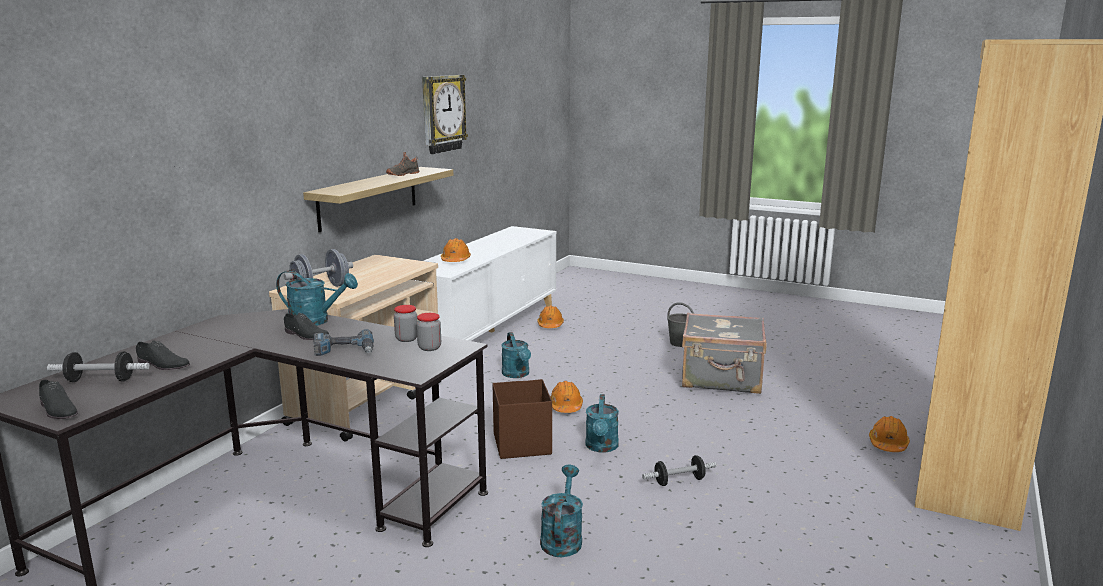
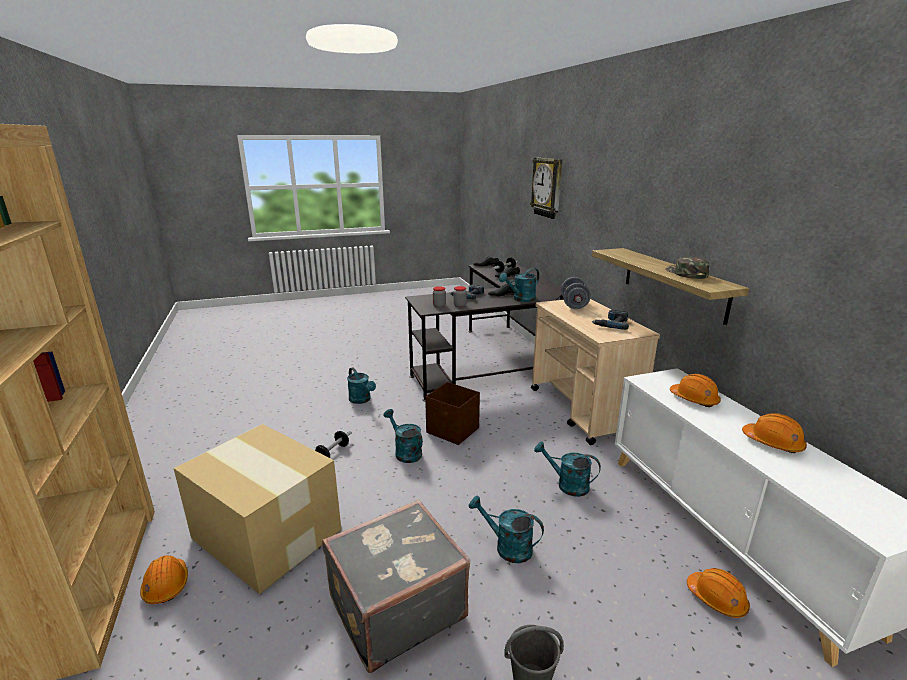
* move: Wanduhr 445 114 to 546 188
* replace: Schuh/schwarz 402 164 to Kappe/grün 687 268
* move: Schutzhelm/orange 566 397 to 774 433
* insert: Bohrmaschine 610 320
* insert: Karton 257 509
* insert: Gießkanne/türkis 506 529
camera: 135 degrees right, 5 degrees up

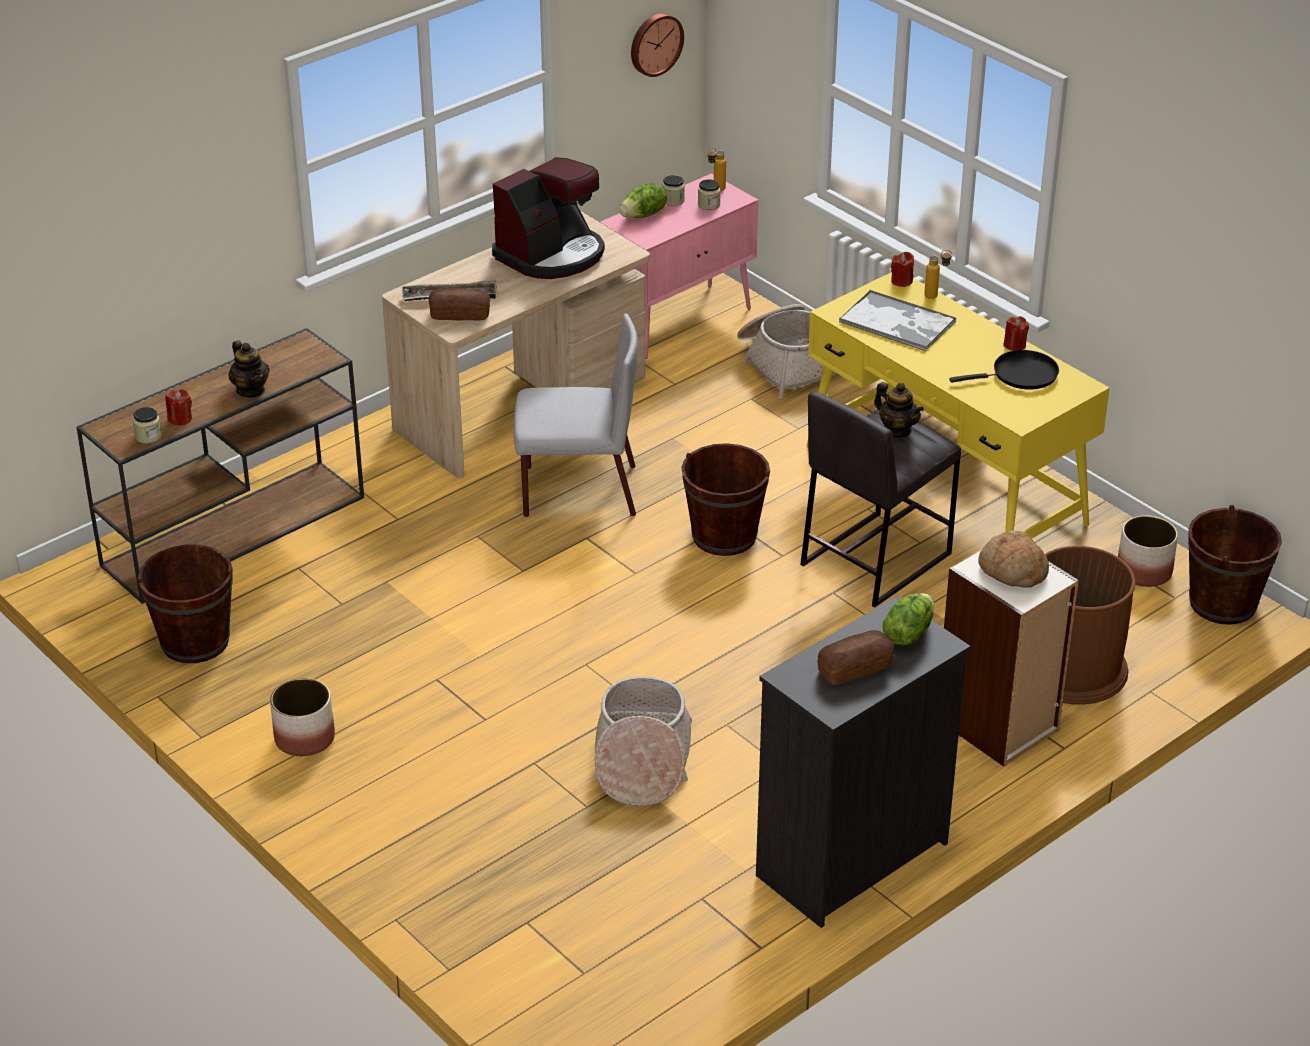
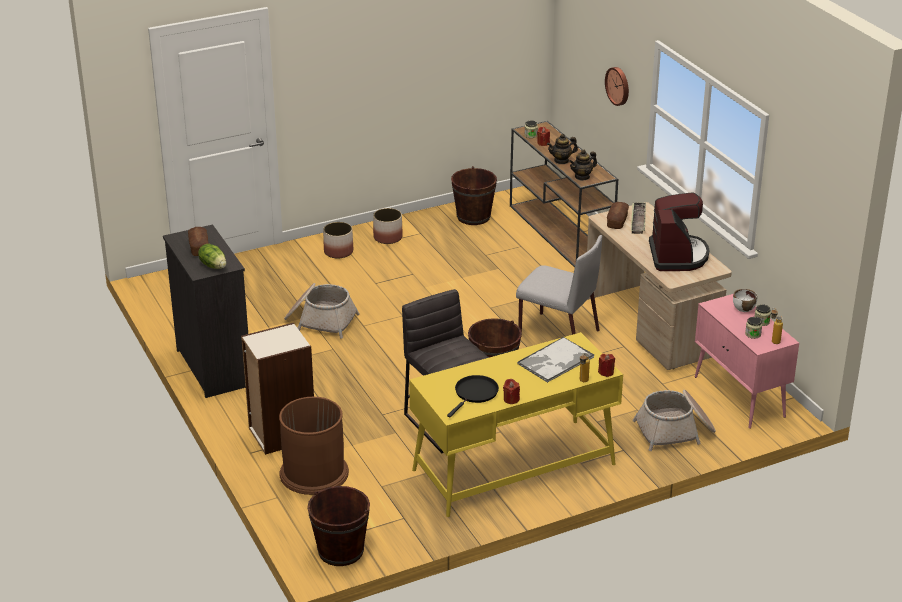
* move: Wanduhr 657 45 to 617 86
* rotate: Kaffeemaschine 548 218 = 679 231 150 degrees counterclockwise
* replace: Salatkopf 643 200 to Schüssel/weiß 745 300
* rotate: Stuhl/grau 576 415 = 559 286 75 degrees counterclockwise
* rotate: Pfanne/schwarz 1004 369 = 473 396 150 degrees counterclockwise
* move: Teekanne 899 409 to 583 165
* move: Pflanzkübel 1148 551 to 338 240
* delete: Brot 1013 559
camera: 105 degrees right, 5 degrees down

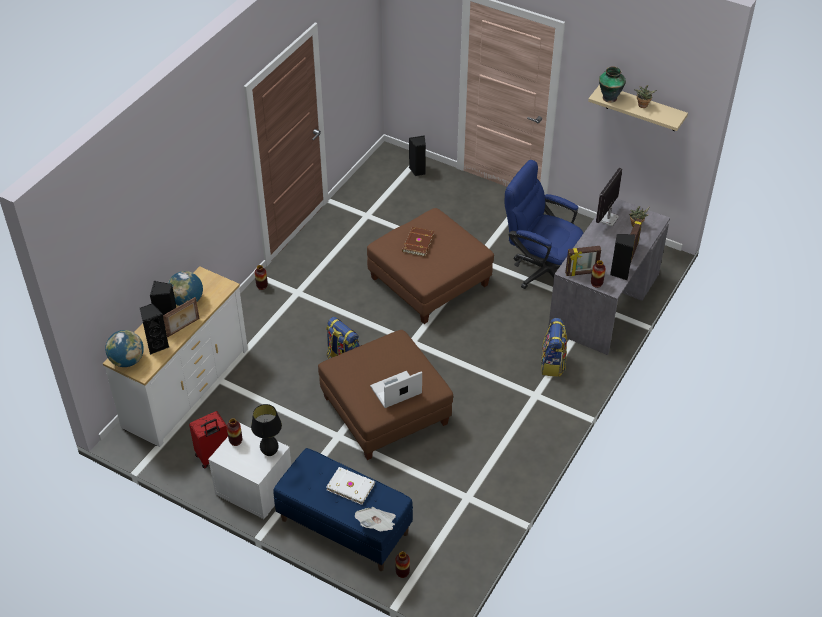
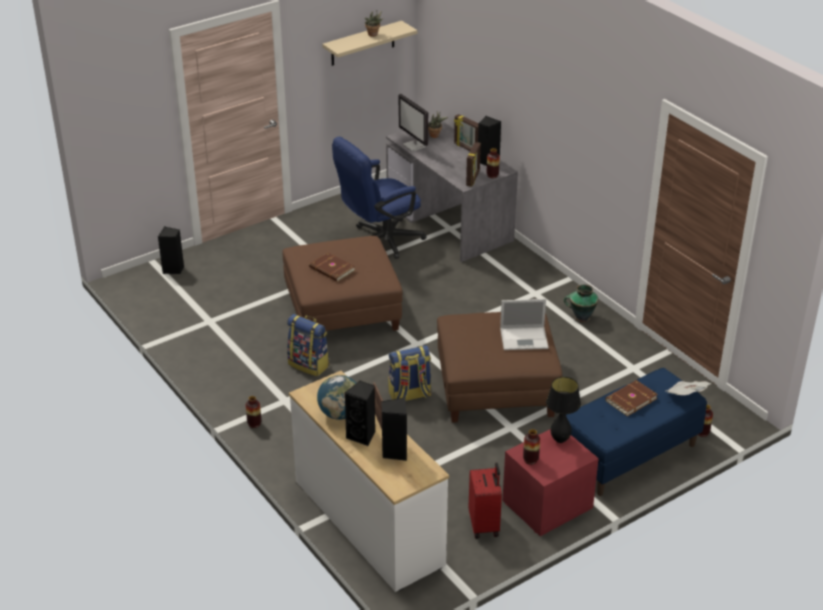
* move: Vase 612 84 to 581 303
* move: Rucksack 554 347 to 308 345
* delete: Globus 124 348
* rotate: Laptop 396 389 = 524 324 90 degrees counterclockwise
* recolor: Nachttisch/weiß 249 471 to Nachttisch/rot 550 482
* recolor: Buch/weiß 350 486 to Buch/braun 631 398
camera: 65 degrees left, 10 degrees down

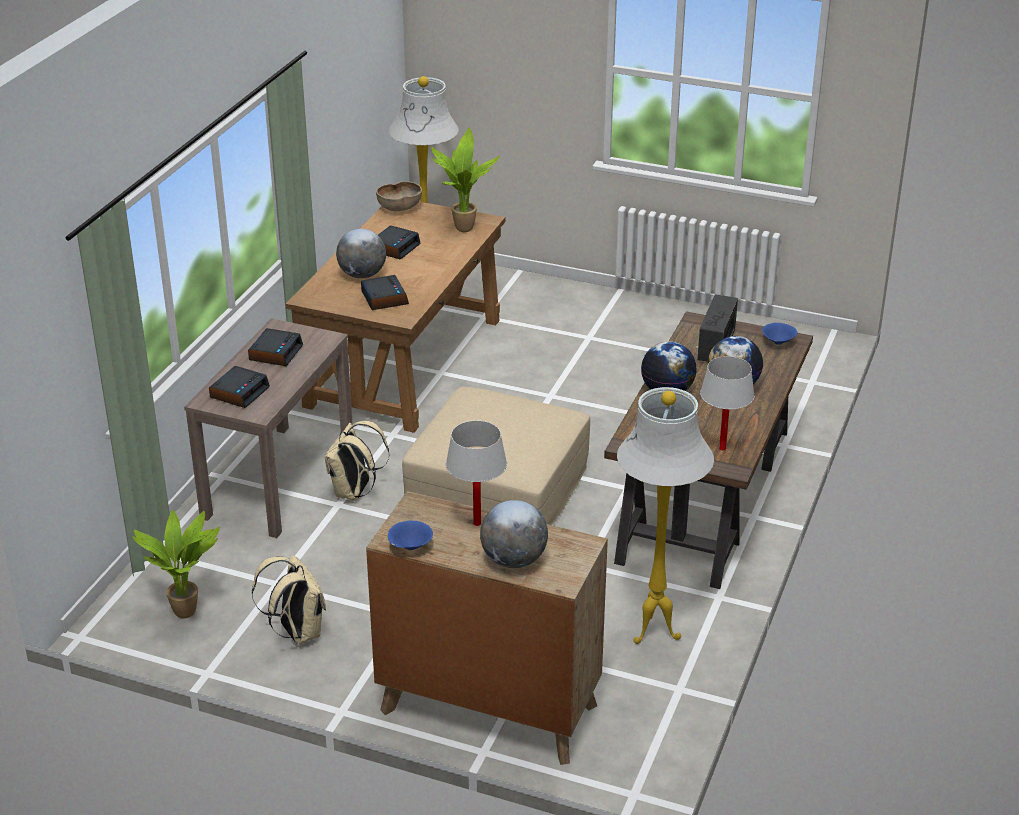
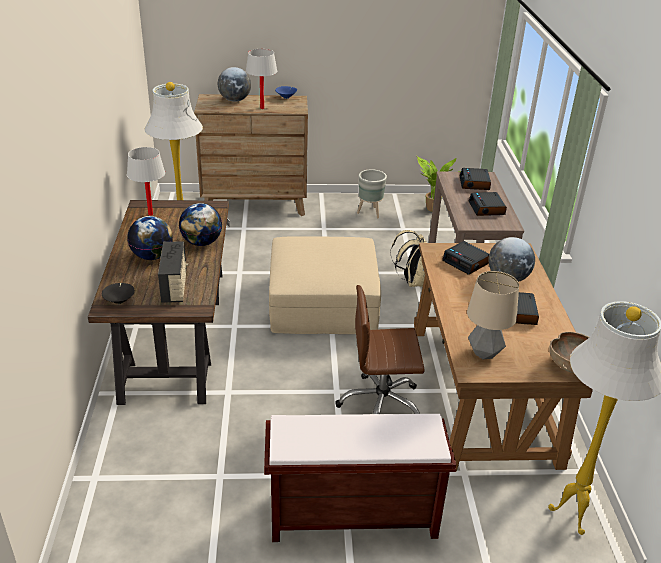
* replace: Topfpflanze 465 180 to Tischlampe 493 315
* recolor: Schüssel/blau 780 334 to Schüssel/schwarz 118 293
* replace: Rucksack/beige 289 599 to Pflanzkübel/grau 372 193
* insert: Bürostuhl/braun 380 349
* insert: Bank/braun 360 478
camera: 155 degrees right, 0 degrees up

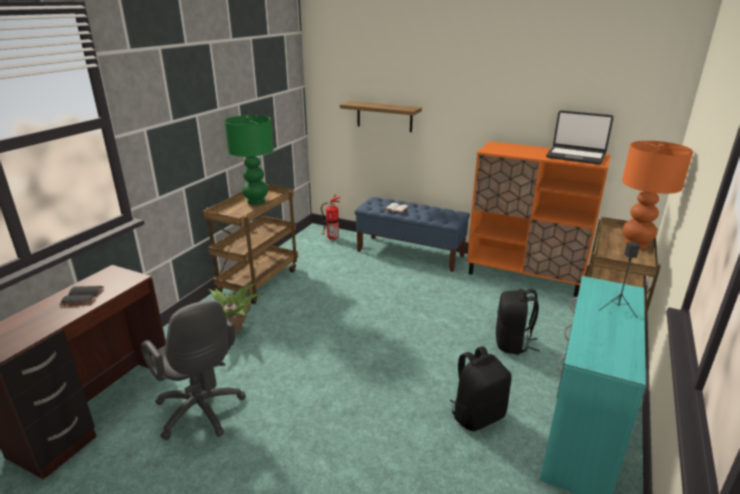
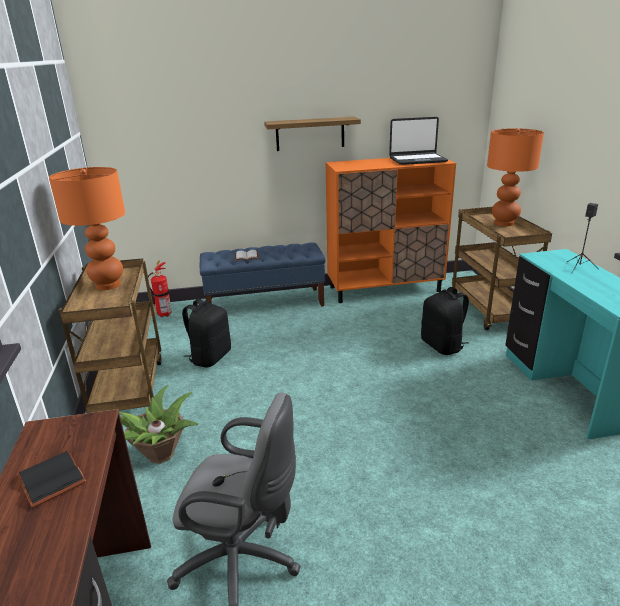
* move: Wandregal 381 116 to 312 134
* recolor: Tischlampe/grün 249 160 to Tischlampe/orange 87 228
* move: Rucksack/schwarz 481 388 to 206 333
camera: 35 degrees left, 0 degrees up

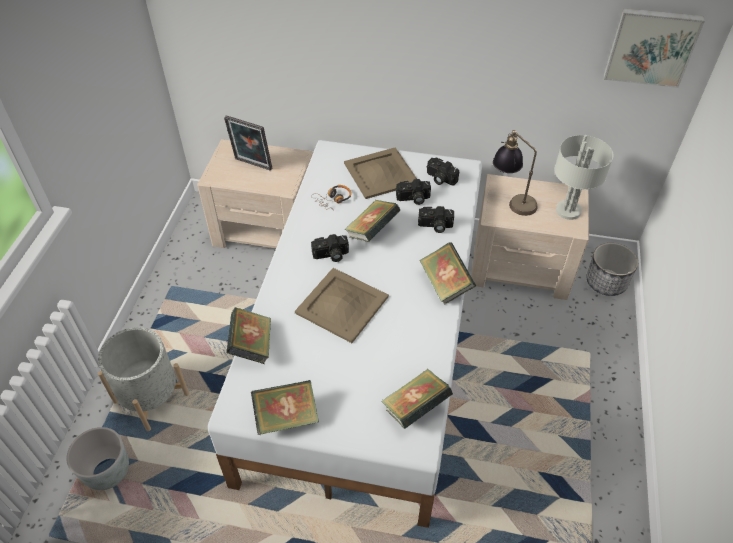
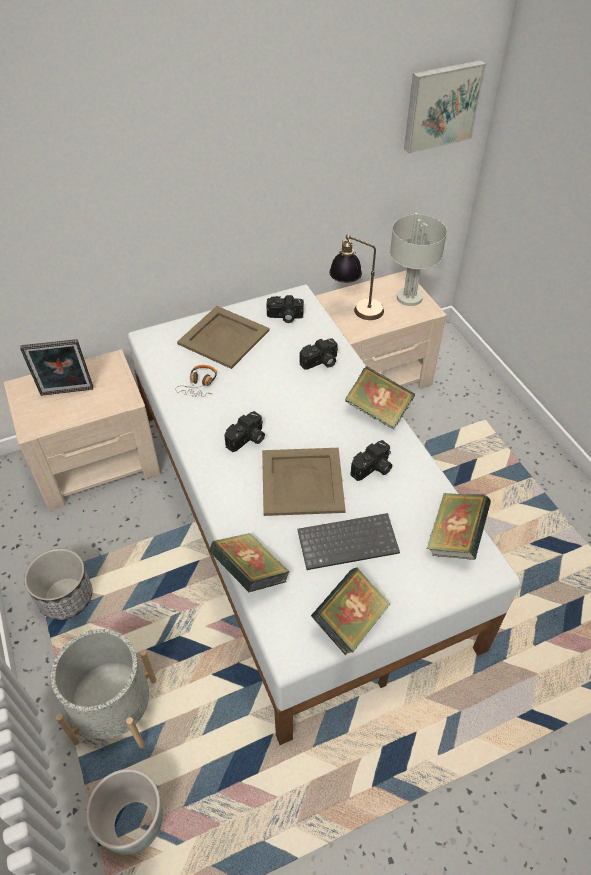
* move: Kamera 413 192 to 371 460
* delete: Buch 372 221
* move: Pflanzkübel 612 269 to 58 584
* insert: Tastatur 348 541
camera: 35 degrees left, 0 degrees up

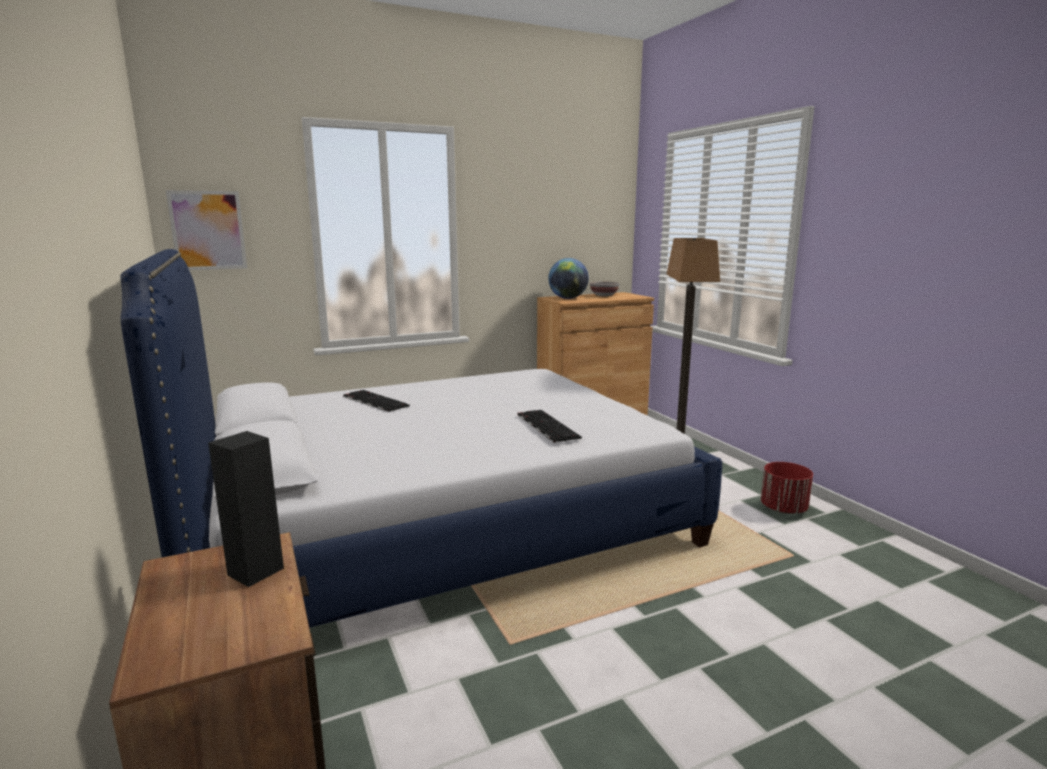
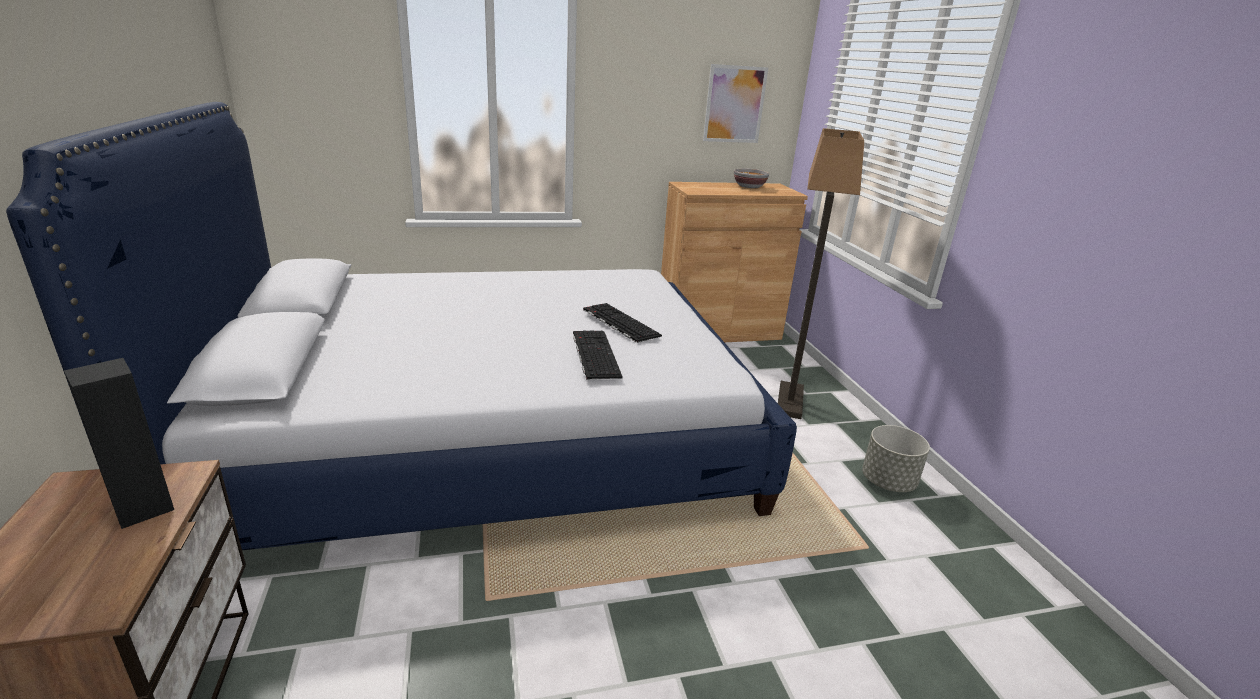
* move: Bild 206 230 to 735 103
* delete: Globus 568 278
* move: Tastatur 376 401 to 622 323
* recolor: Pflanzkübel/rot 787 488 to Pflanzkübel/grau 896 458
camera: 10 degrees right, 10 degrees up

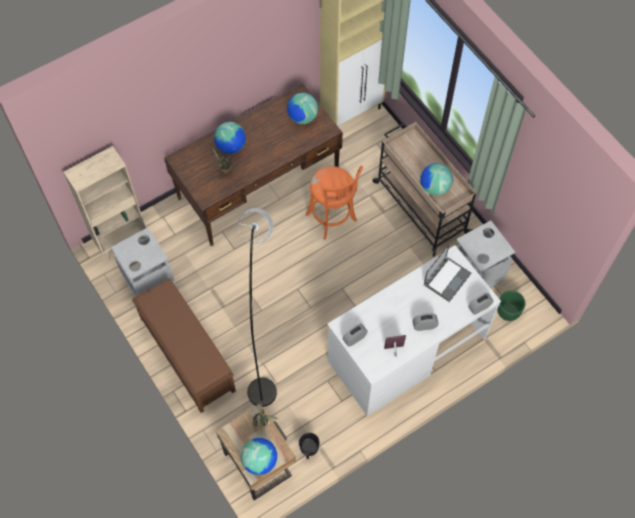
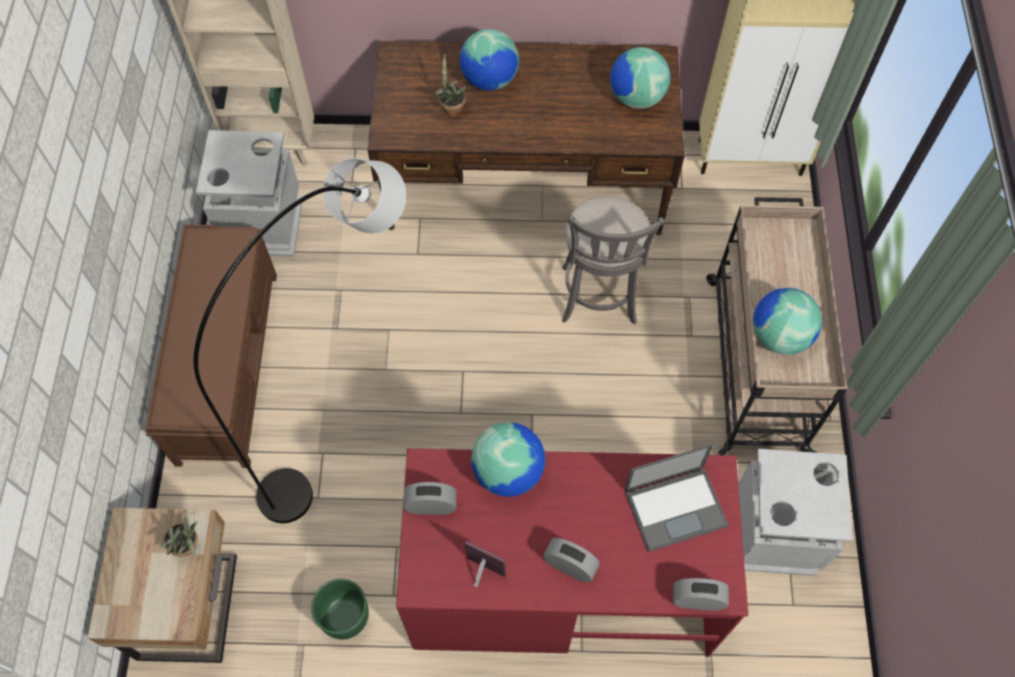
* recolor: Hocker/orange 334 203 to Hocker/grau 613 260
* recolor: Schreibtisch/weiß 414 330 to Schreibtisch/rot 572 552
* move: Pflanzkübel/grün 511 305 to 340 609
* delete: Pflanzkübel/schwarz 309 446
* move: Globus 259 456 to 508 459
camera: 35 degrees right, 0 degrees up

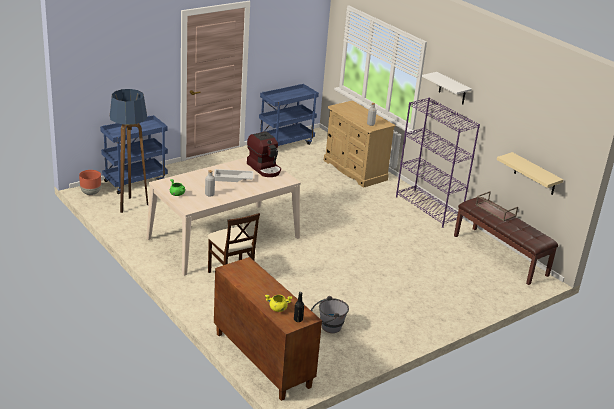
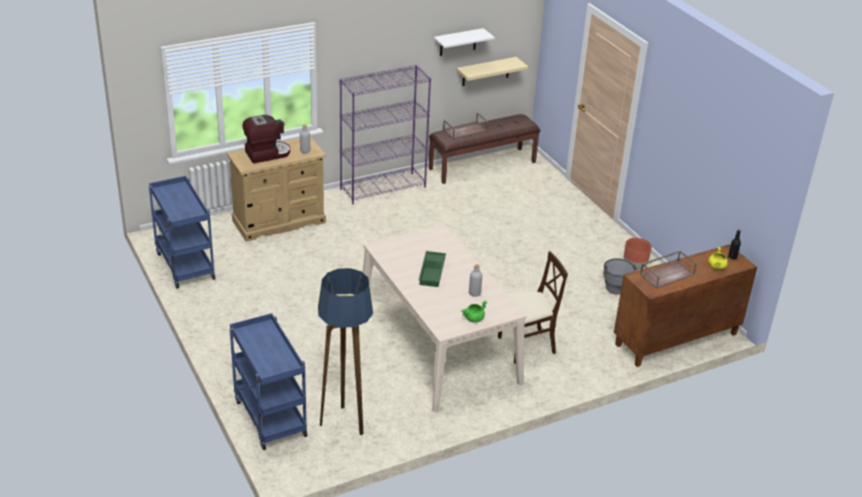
* move: Wandregal/weiß 447 88 to 464 42
* move: Kaffeemaschine 264 154 to 266 139
* recolor: Tablett/weiß 233 175 to Tablett/grün 432 269
* move: Pflanzkübel/braun 90 182 to 638 254
* insert: Tablett/braun 668 270
camera: 80 degrees left, 5 degrees up

